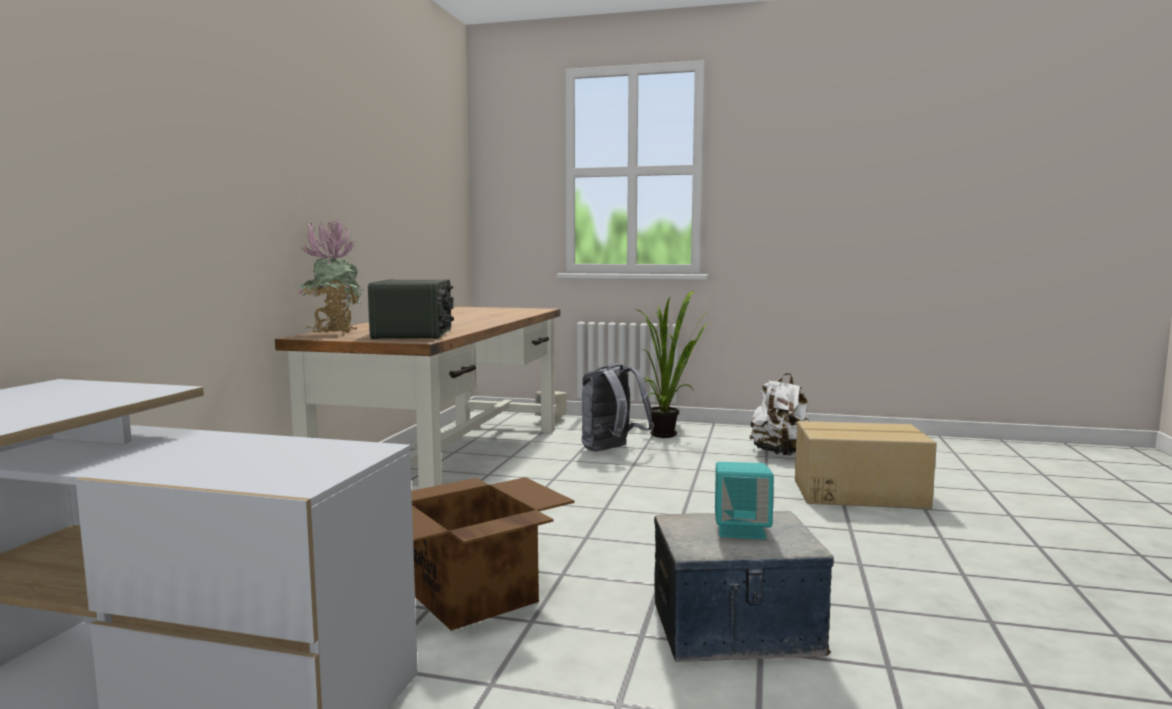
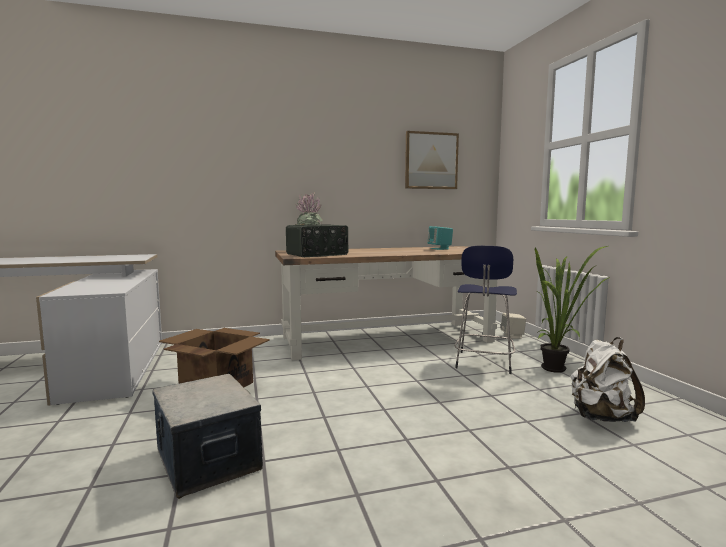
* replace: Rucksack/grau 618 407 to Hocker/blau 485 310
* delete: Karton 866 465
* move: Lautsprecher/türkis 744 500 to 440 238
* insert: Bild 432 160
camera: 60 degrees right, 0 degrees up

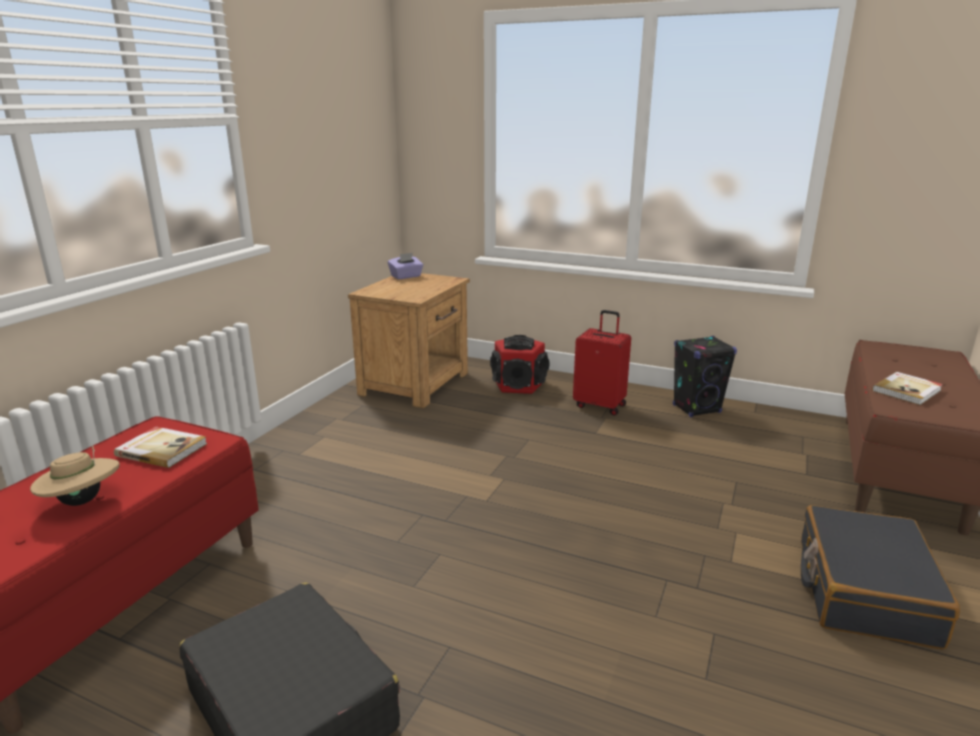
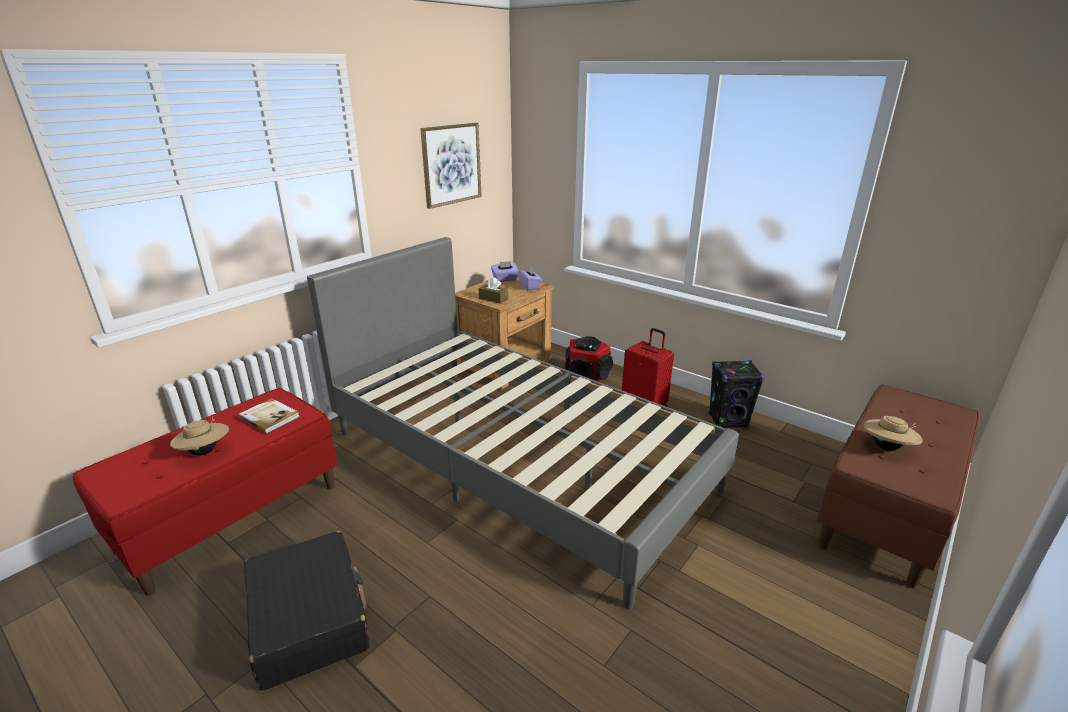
* replace: Buch 907 388 to Hut/beige 893 433
* delete: Koffer/schwarz 880 577
* insert: Bild 451 166
* insert: Bett/grau 523 423
* insert: Taschentuchbox/lila 530 278
* insert: Taschentuchbox/braun 493 290
camera: 15 degrees right, 5 degrees up

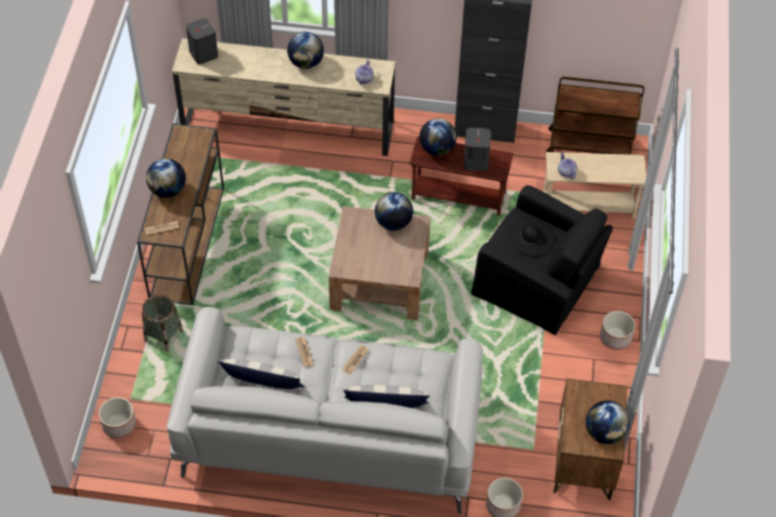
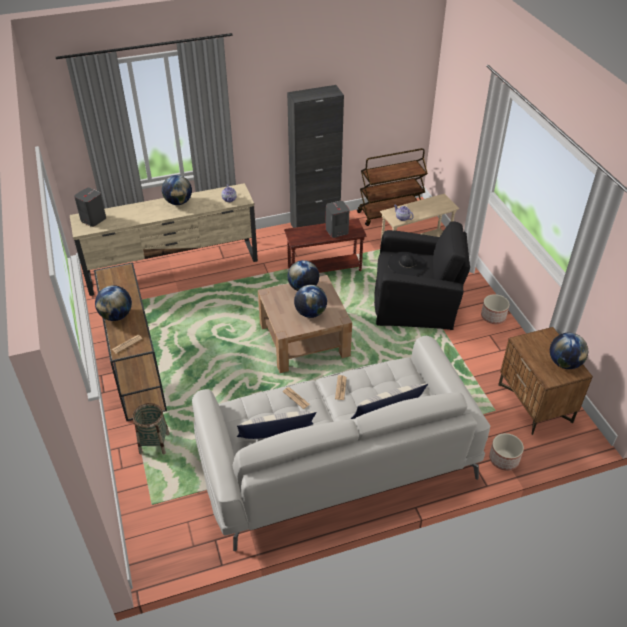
* move: Globus 438 137 to 310 301
* delete: Pflanzkübel 117 417
camera: 25 degrees left, 10 degrees down

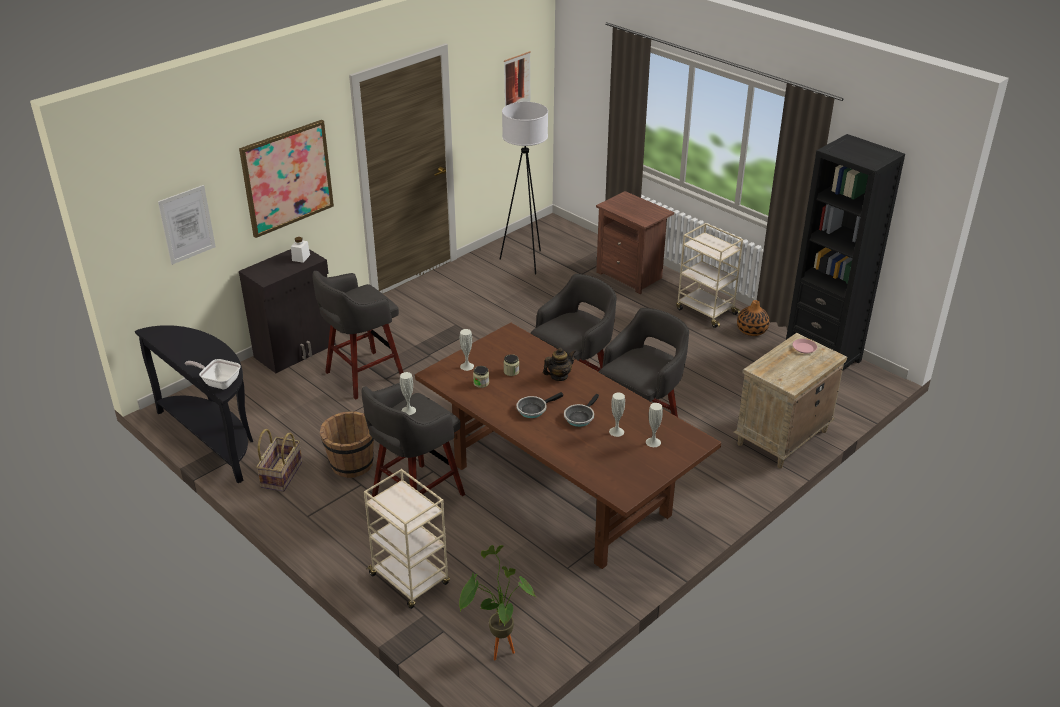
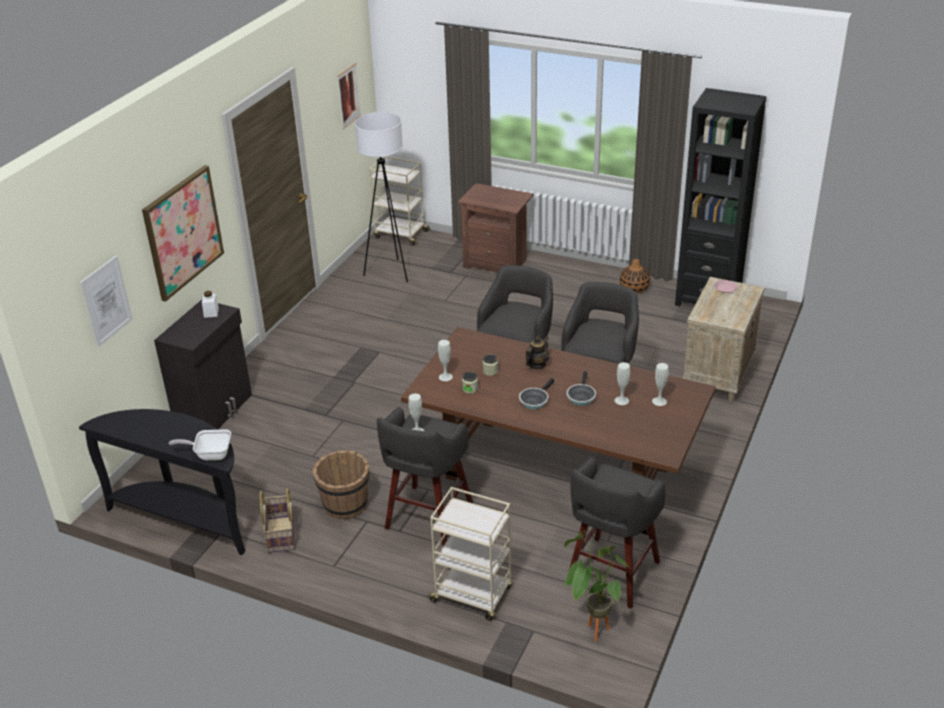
* move: Rollwagen/beige 709 275 to 400 201
* move: Hocker/grau 358 335 to 617 533
camera: 20 degrees left, 0 degrees up

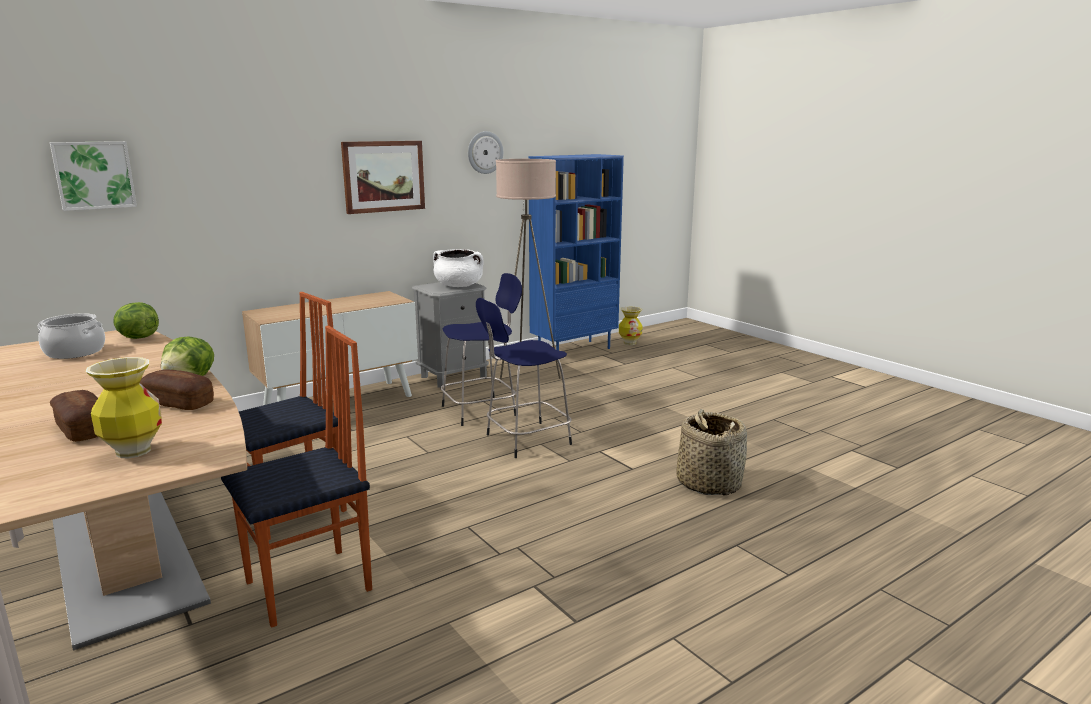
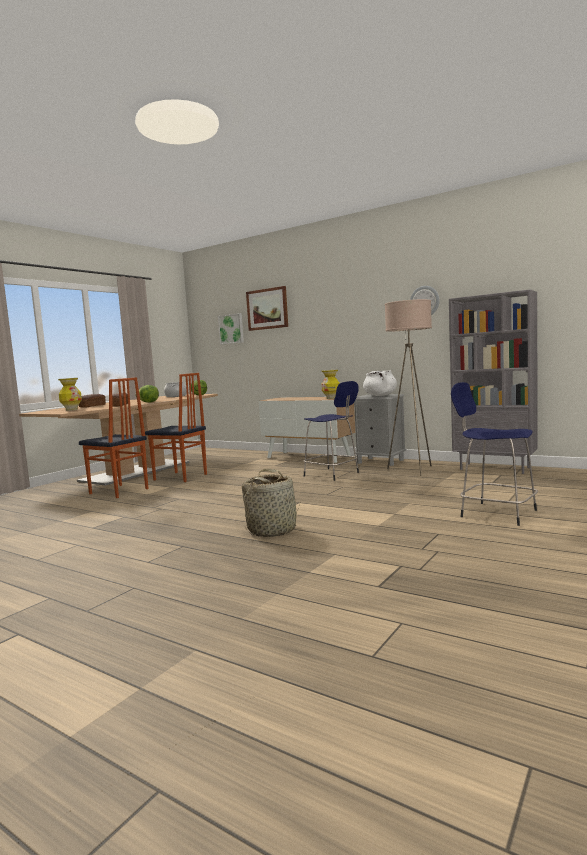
* move: Bild 383 177 to 267 308
* recolor: Bücherregal/blau 576 252 to Bücherregal/grau 493 381
* move: Hocker/blau 524 378 to 494 454
* move: Vase 630 326 to 330 384
camera: 70 degrees right, 10 degrees down

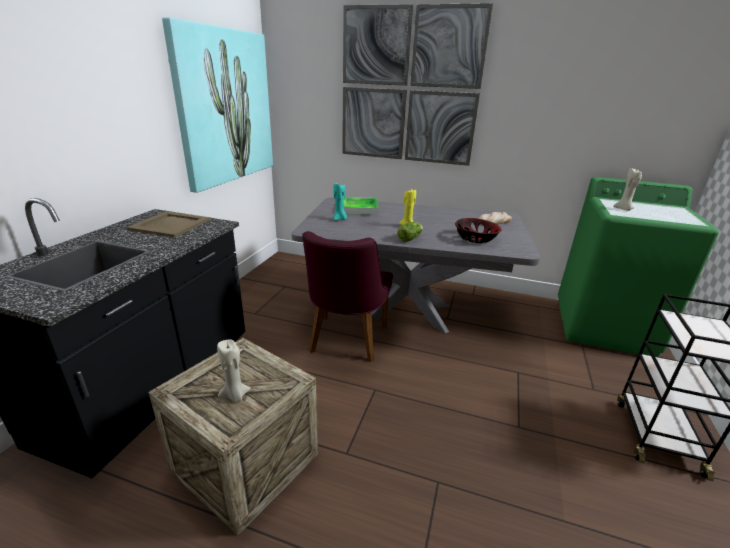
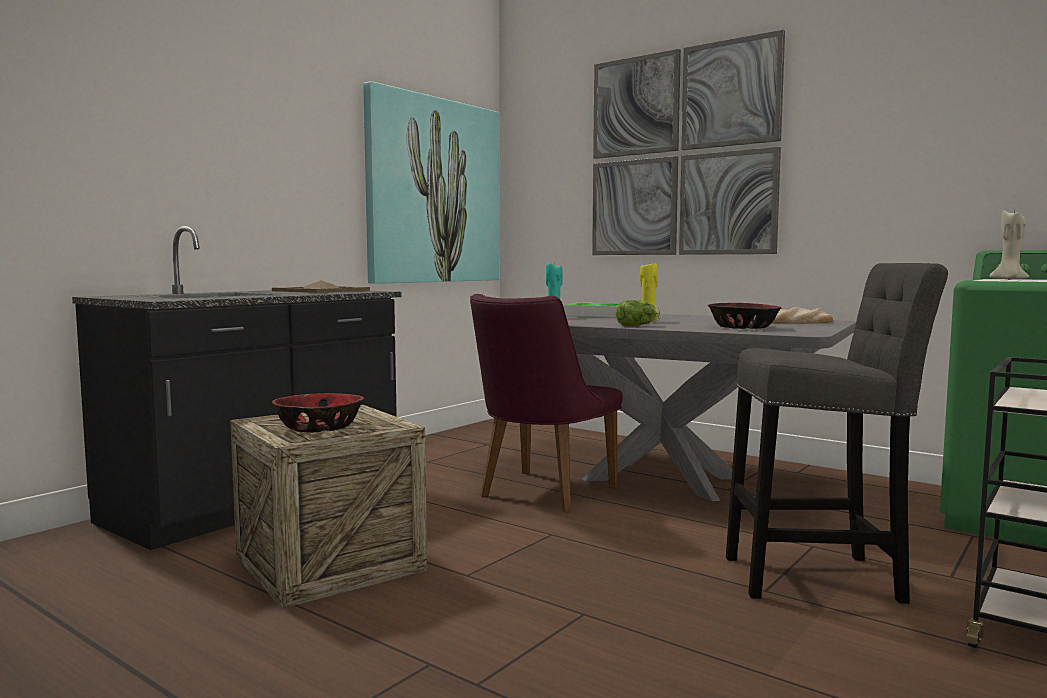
* replace: Kerze/beige 234 370 to Schüssel 318 413
* insert: Hocker/grau 837 433
camera: 20 degrees right, 20 degrees down

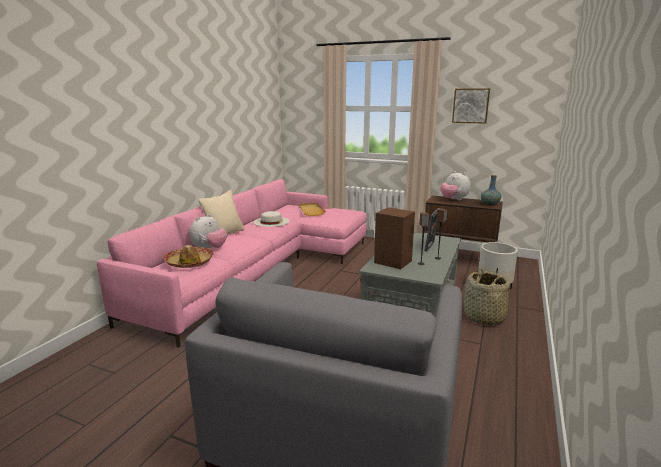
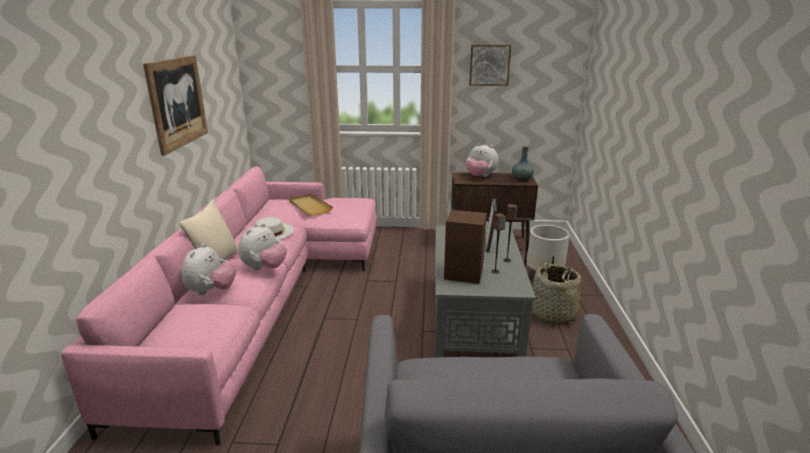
* delete: Hut 189 256
* insert: Bild 175 105
* insert: Plüschtier 262 246
camera: 20 degrees left, 5 degrees up

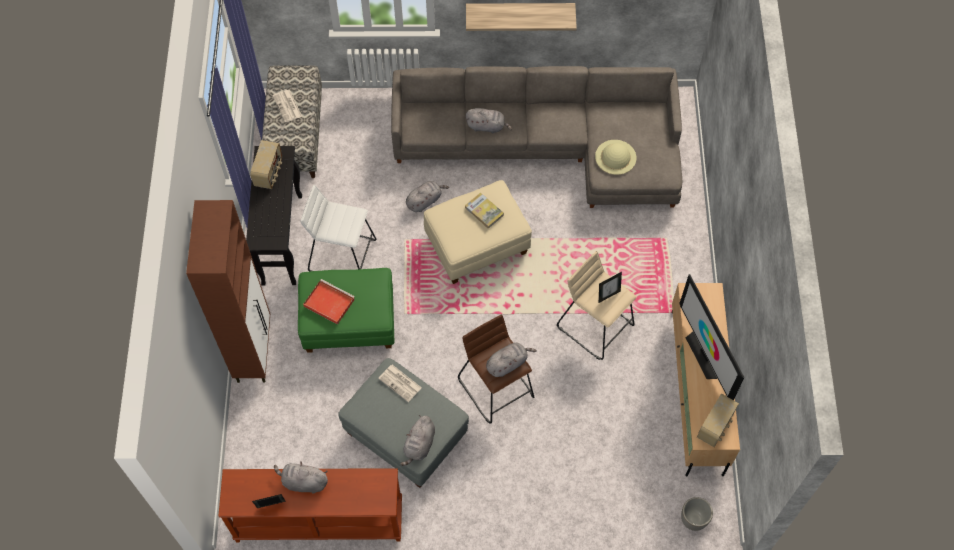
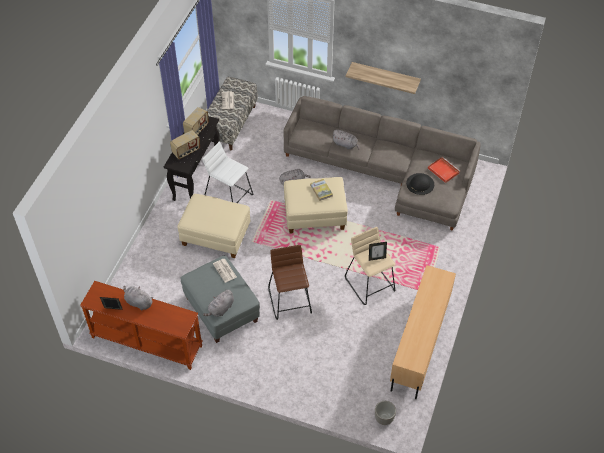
* recolor: Hut/beige 615 157 to Hut/schwarz 420 184
* delete: Schrank/braun 228 291
* recolor: Polsterhocker/grün 346 310 to Polsterhocker/beige 213 226
* delete: Fernseher 712 337
* move: Tablett/rot 329 302 to 444 170
* delete: Plüschtier/grau 511 360
* move: Radio 718 420 to 185 144
camera: 20 degrees right, 10 degrees down

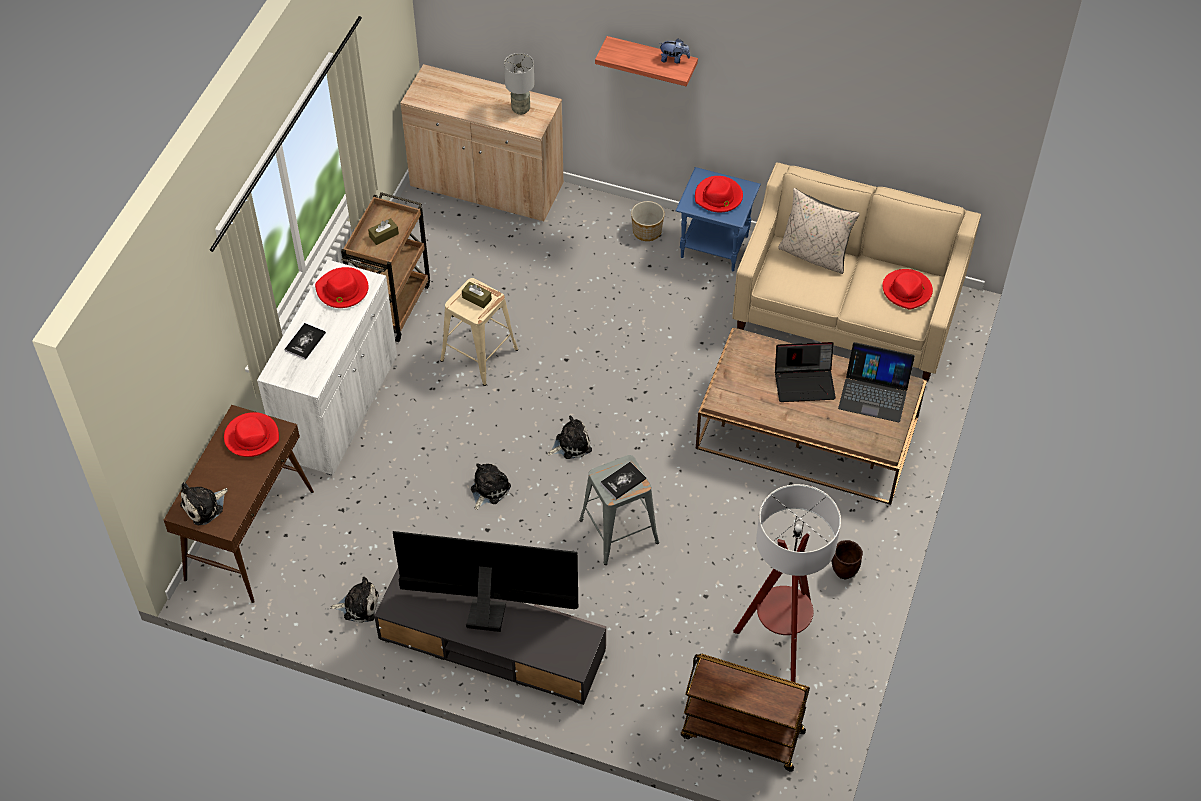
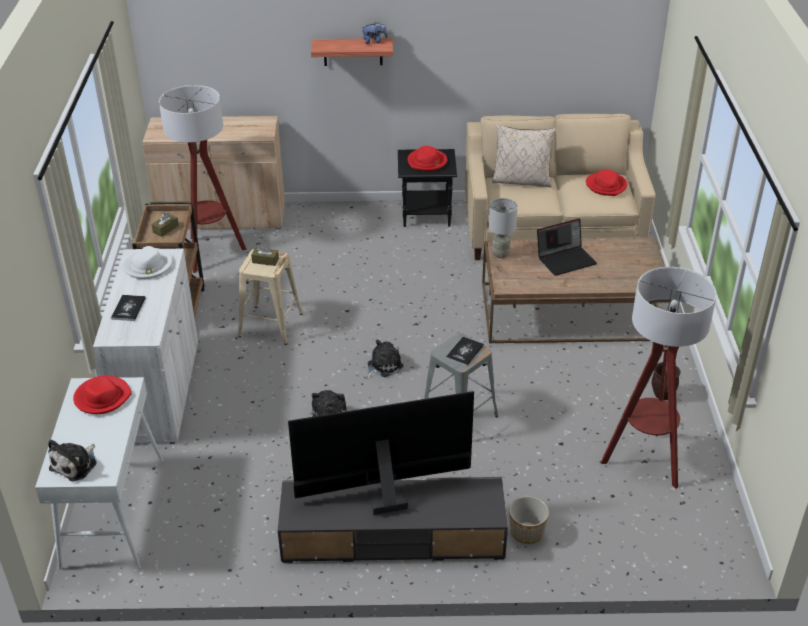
* move: Tischlampe/grau 519 84 to 503 228
* recolor: Beistelltisch/blau 718 219 to Beistelltisch/schwarz 427 188
* move: Pflanzkübel 648 221 to 529 520
* recolor: Hut/rot 341 287 to Hut/weiß 147 262
* delete: Laptop 876 382
* recolor: Konsolentisch/braun 239 504 to Konsolentisch/weiß 99 473
* delete: Plüschtier 354 600
* delete: Rollwagen/braun 745 713
* insert: Stehlampe 202 179
camera: 20 degrees left, 15 degrees down

